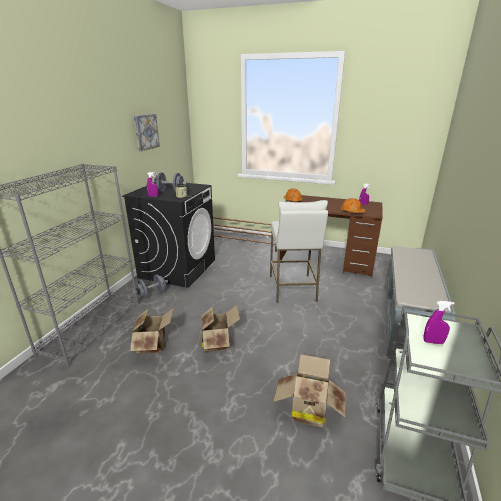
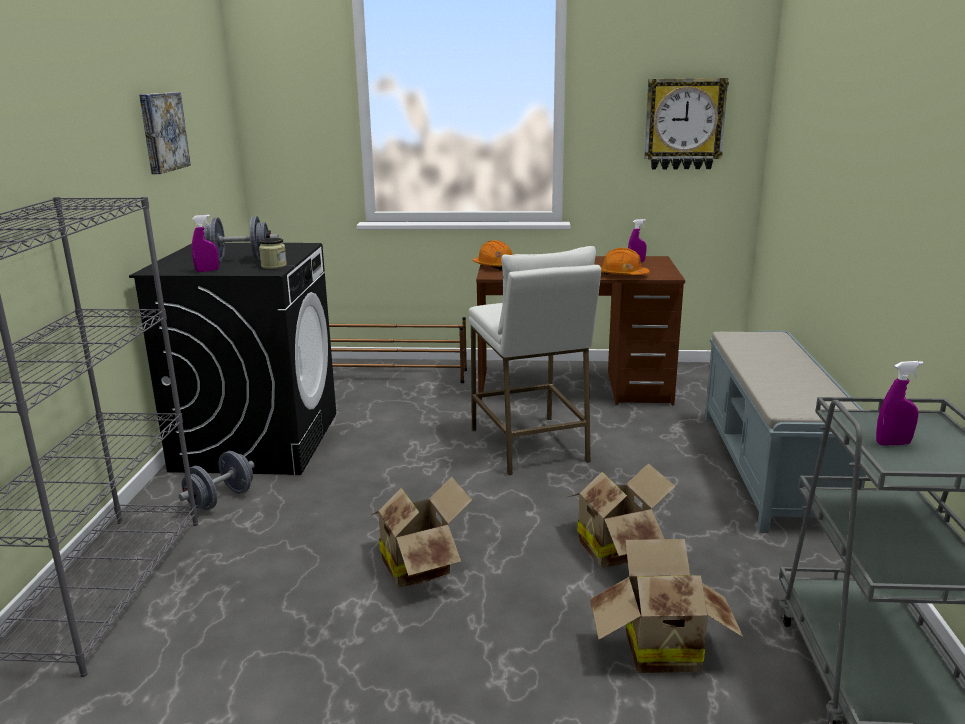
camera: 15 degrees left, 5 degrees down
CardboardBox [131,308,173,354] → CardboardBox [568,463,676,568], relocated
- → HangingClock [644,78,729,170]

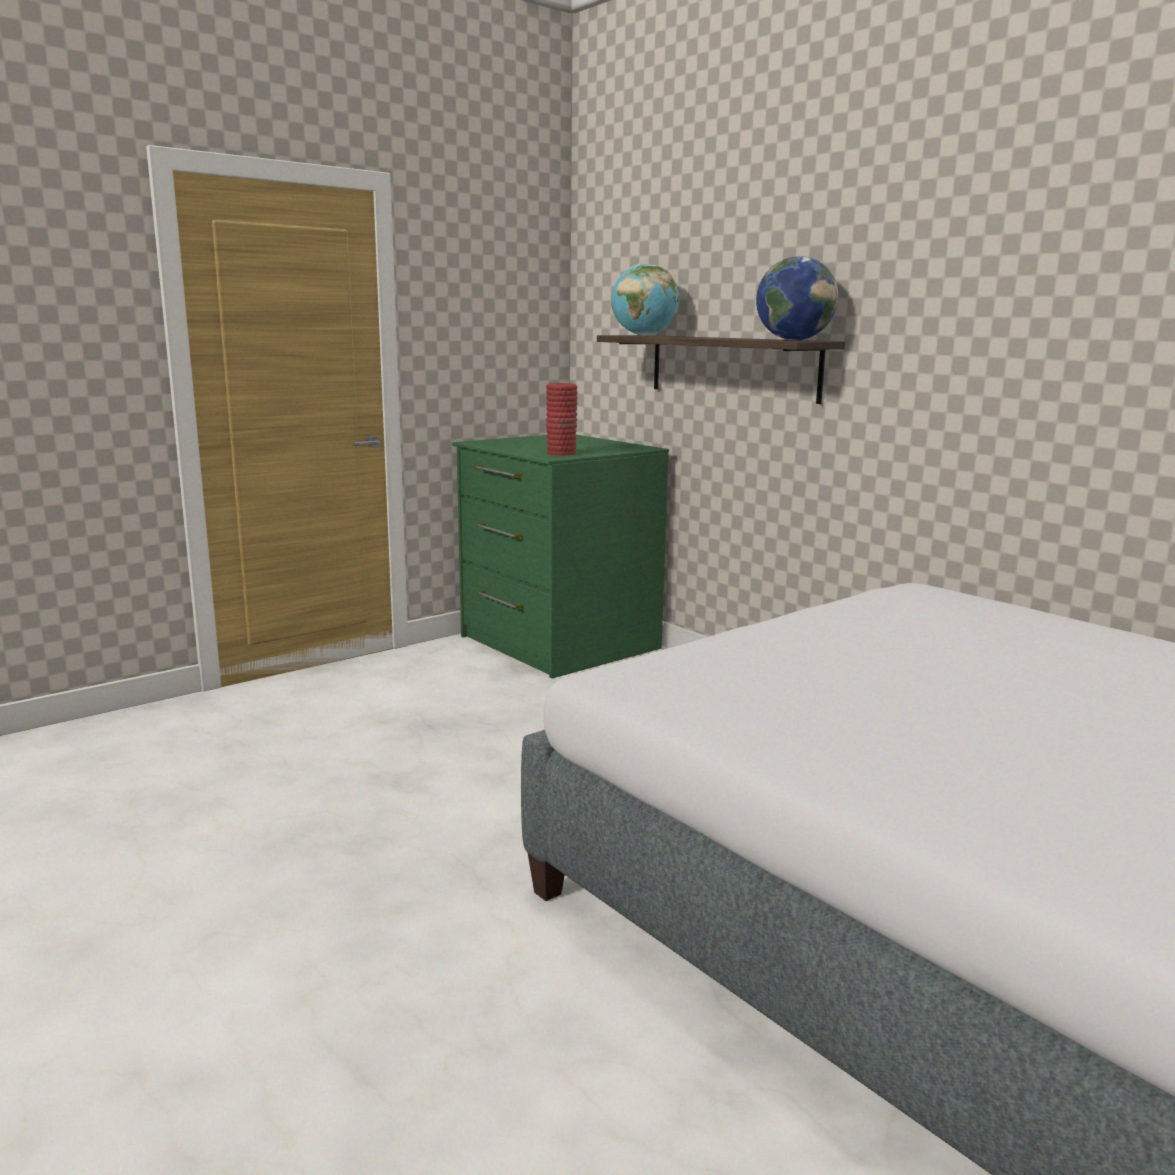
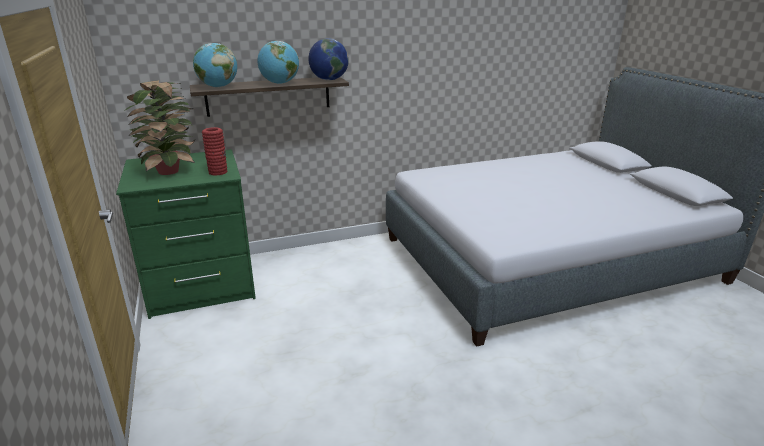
camera: 70 degrees left, 10 degrees up
- → PottedPlant [123,80,195,175]
- → DeskGlobe [257,41,299,84]

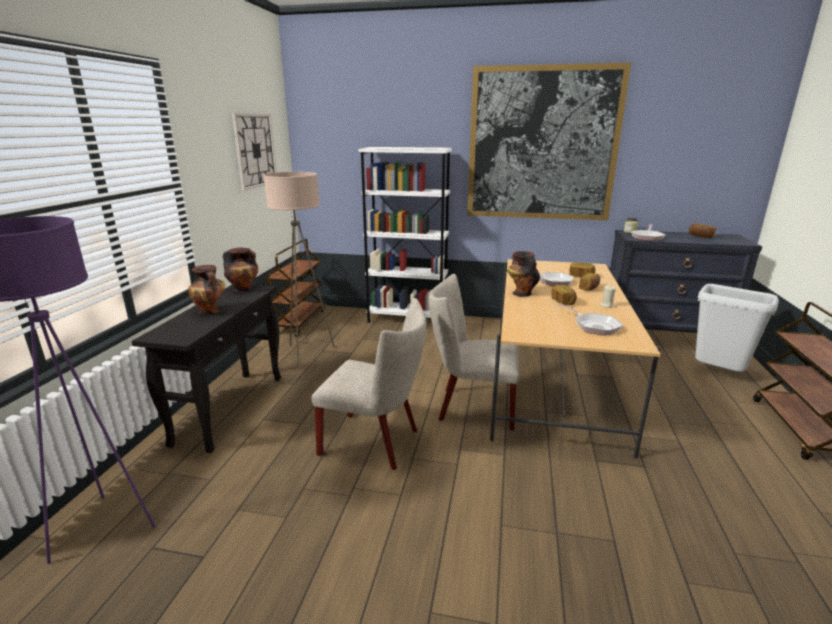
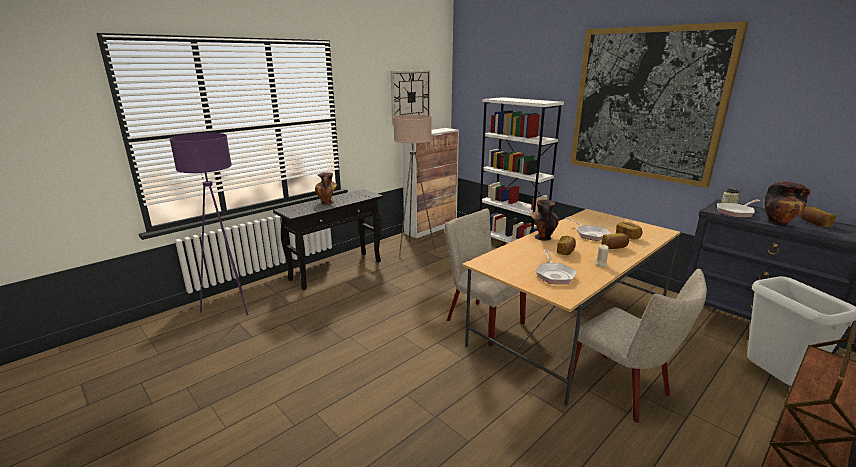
camera: 35 degrees right, 0 degrees up
FlowerVase [223,248,258,292] → FlowerVase [764,182,811,226], relocated
BrownColouredWheeledCart [264,239,325,337] → Cabinet [402,128,459,238]
BeigeColouredPlainChair [312,298,427,470] → BeigeColouredPlainChair [567,269,707,423], relocated

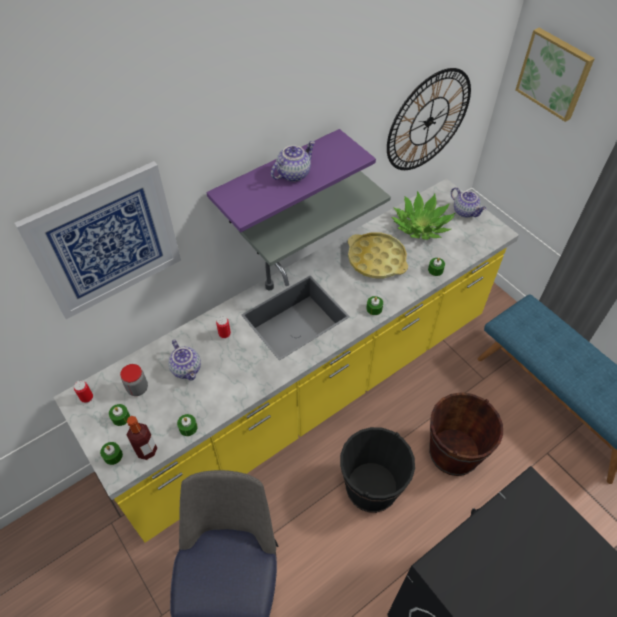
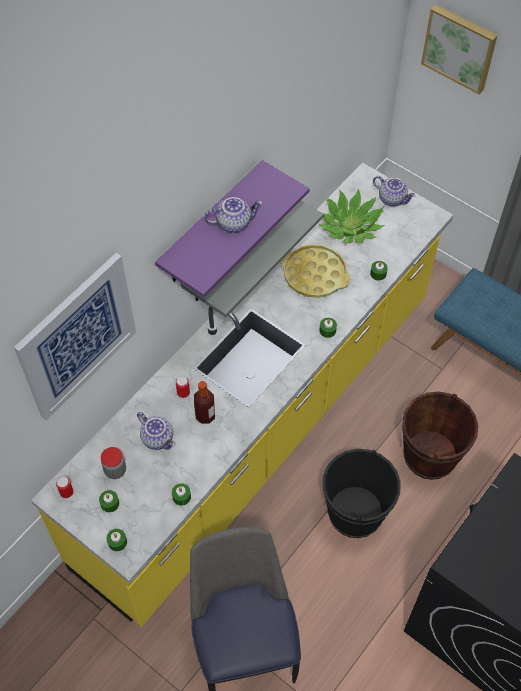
camera: 15 degrees left, 5 degrees up
BeverageBottle [127,416,157,460] → BeverageBottle [194,381,215,424], relocated
Teapot [271,141,315,182] → Teapot [205,197,262,233], 45 degrees clockwise
HangingClock [387,68,471,170] → -

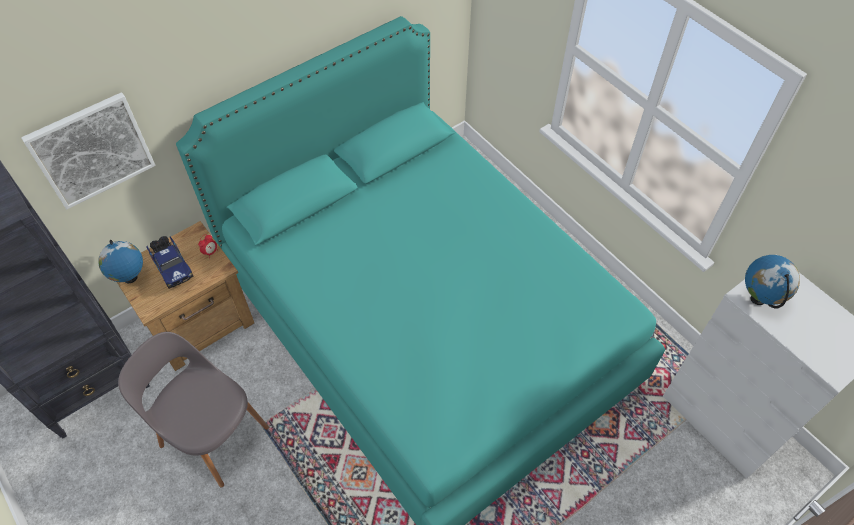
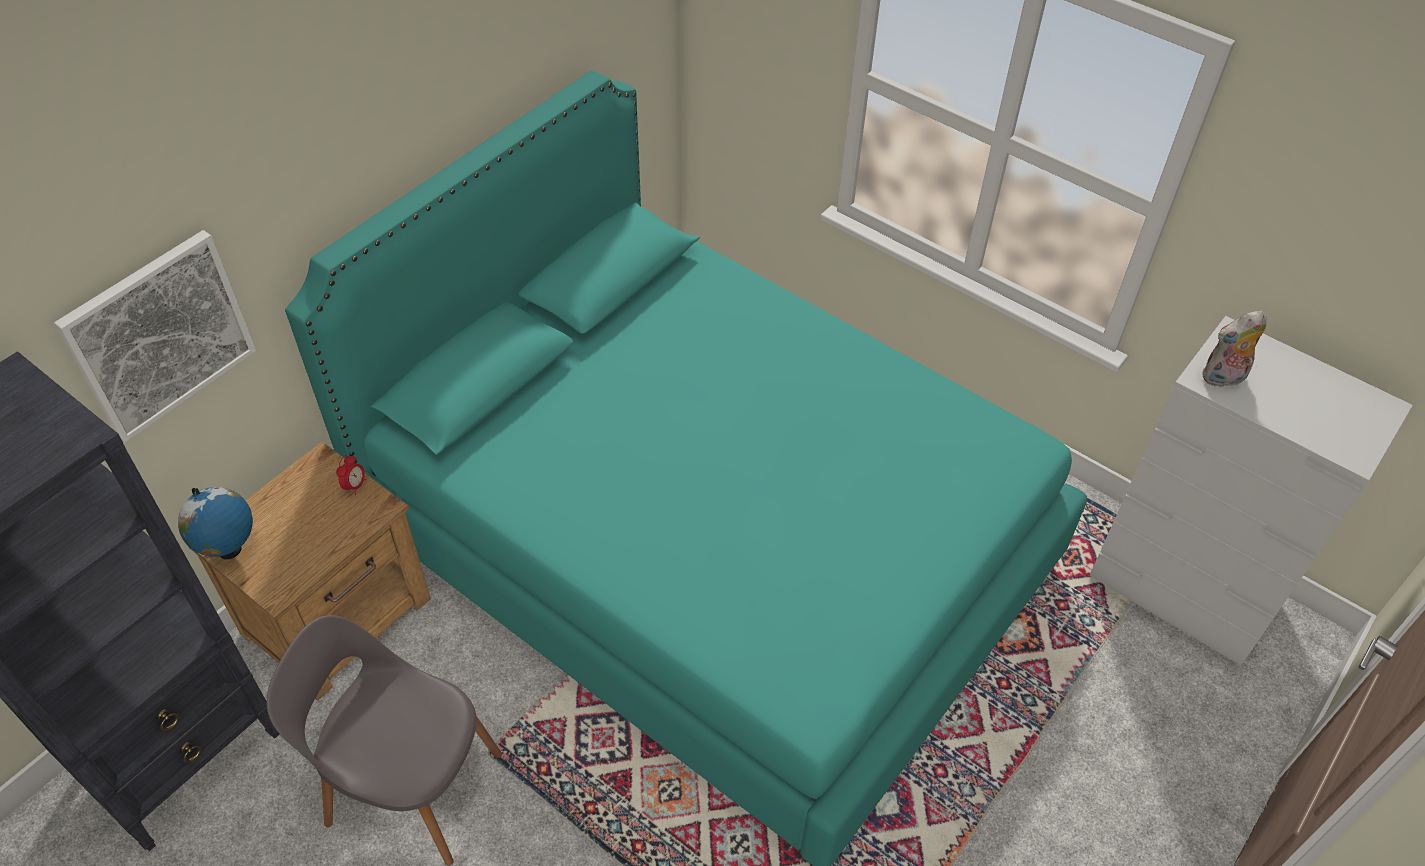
camera: 15 degrees left, 5 degrees down
ModelTruck [146,236,193,289] → -
DeskGlobe [745,255,800,308] → CuddlyToy [1202,311,1267,388]

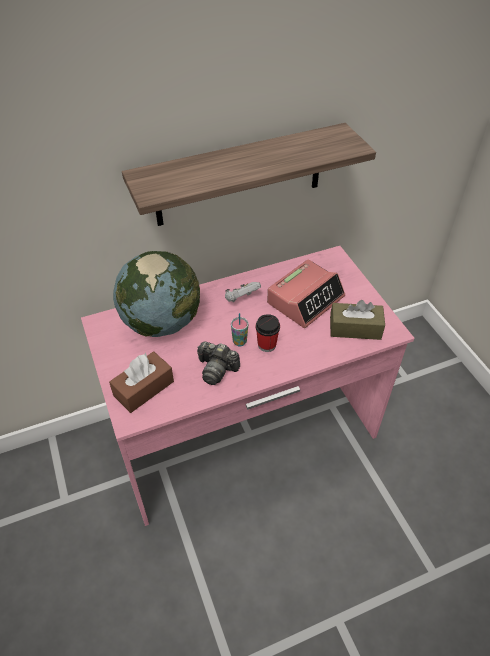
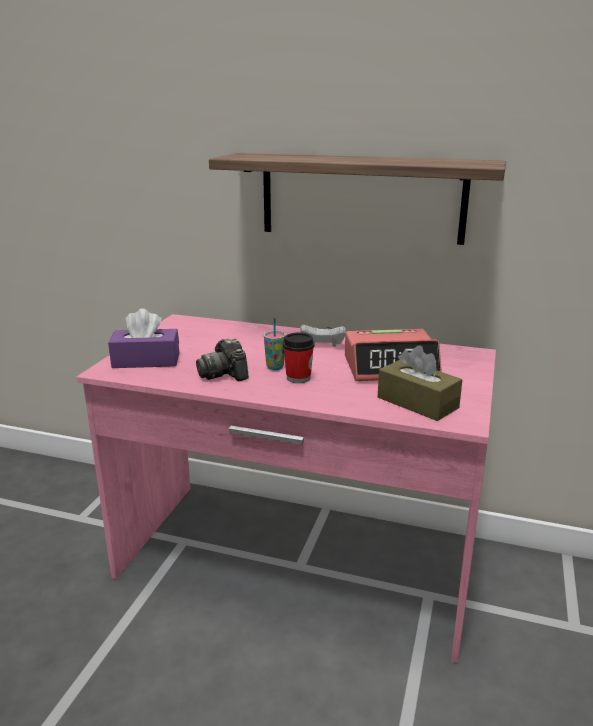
camera: 40 degrees right, 25 degrees down
BrownColouredTissueBox [109,351,174,413] → PurpleTissueBox [108,309,179,368]
DeskGlobe [113,251,200,337] → -

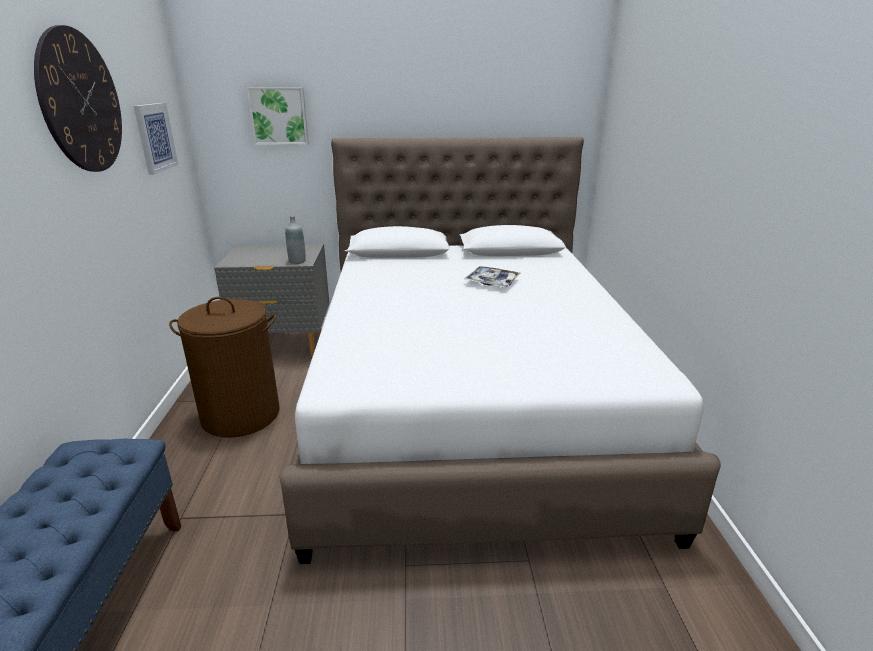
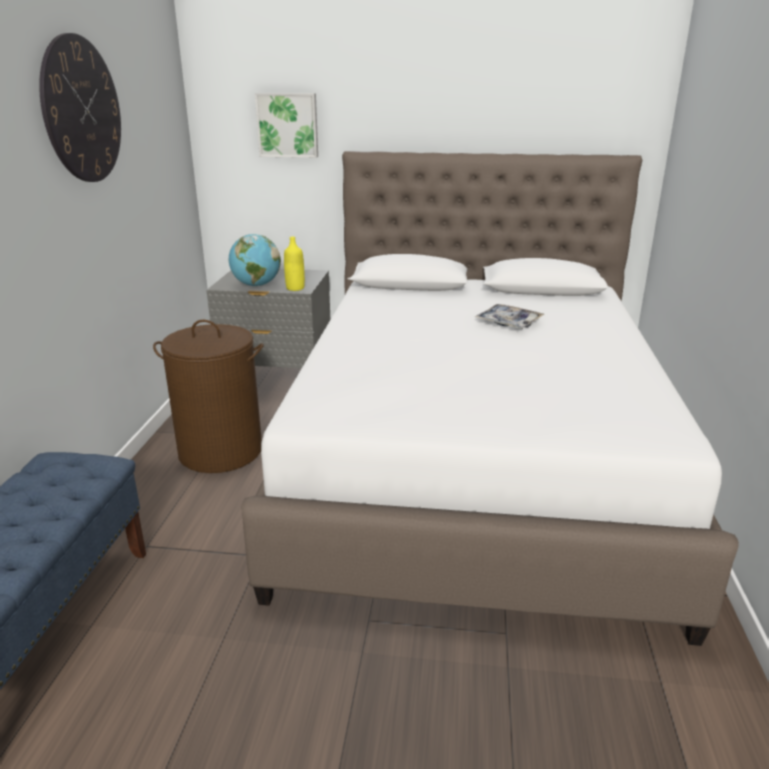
camera: 10 degrees right, 0 degrees up
Picture [134,103,178,175] → -
GreyishBeverageBottle [285,216,306,264] → YellowBeverageBottle [284,237,305,291]
- → DeskGlobe [229,234,281,286]

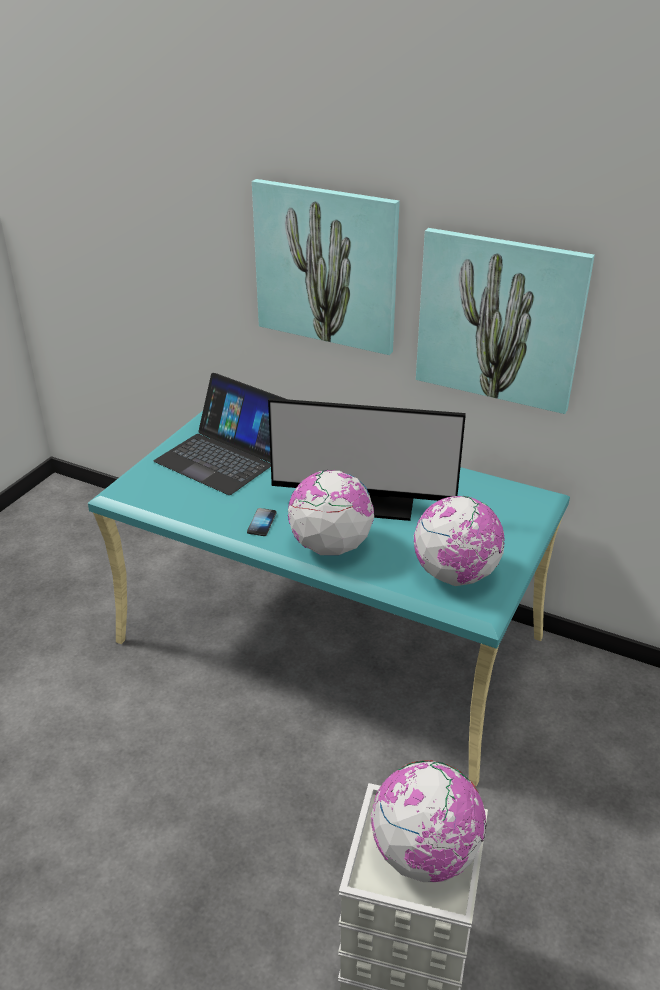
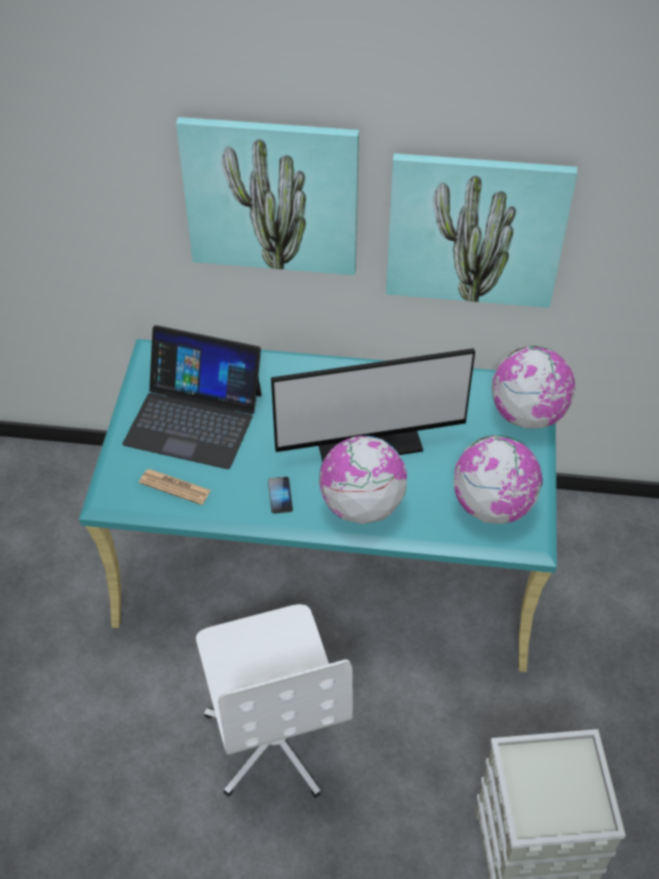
camera: 20 degrees left, 15 degrees up
DeskGlobe [371,760,486,882] → DeskGlobe [492,346,575,428], relocated
- → Newspaper [139,469,211,505]
- → WhitishComputerChair [196,604,353,798]

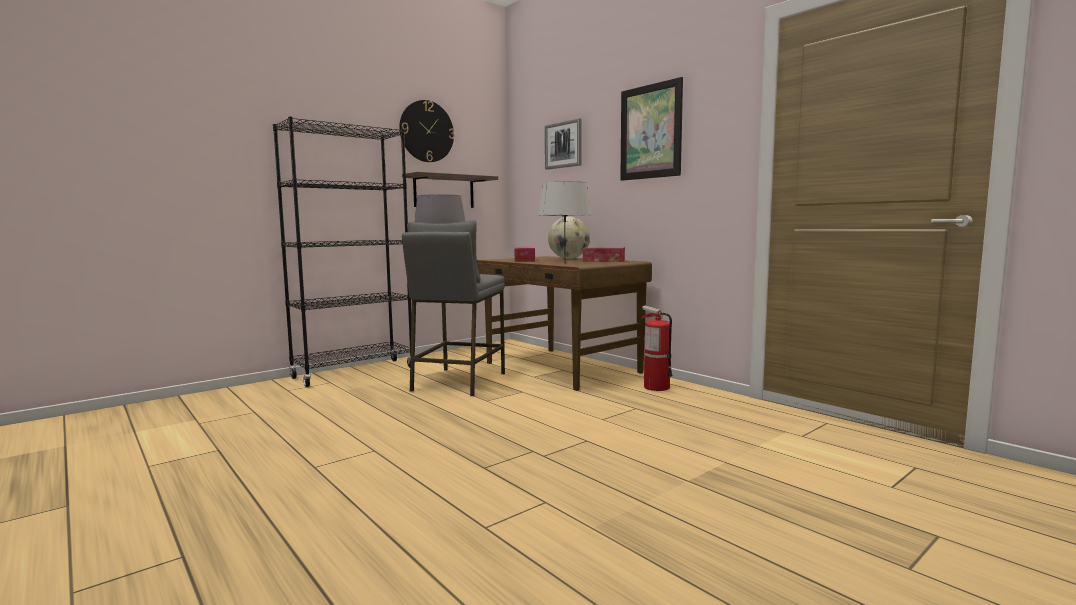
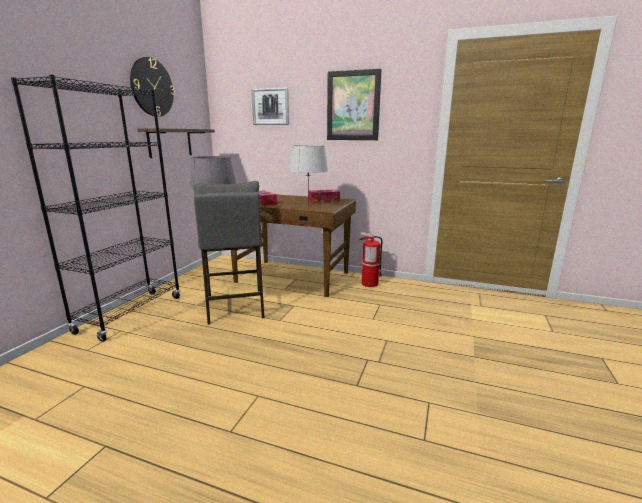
camera: 30 degrees left, 10 degrees up
DeskGlobe [548,217,590,259] → -

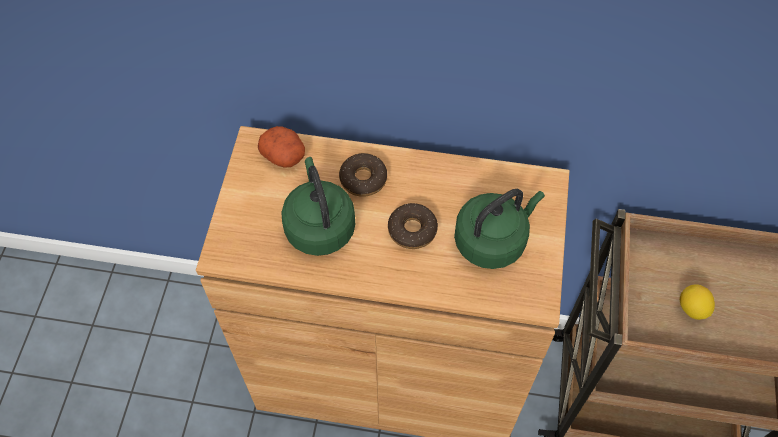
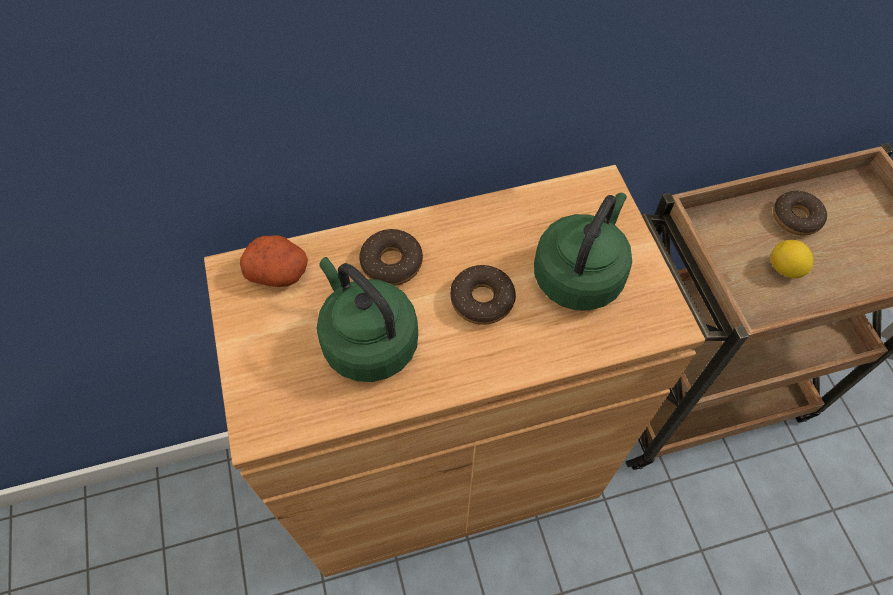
camera: 25 degrees left, 0 degrees up
- → RingDoughnut [773,191,827,235]

